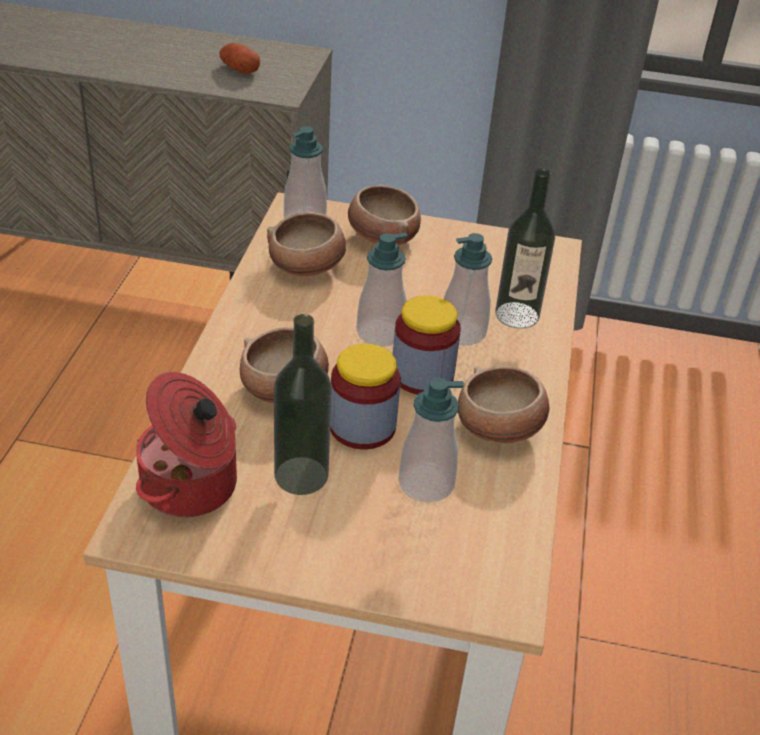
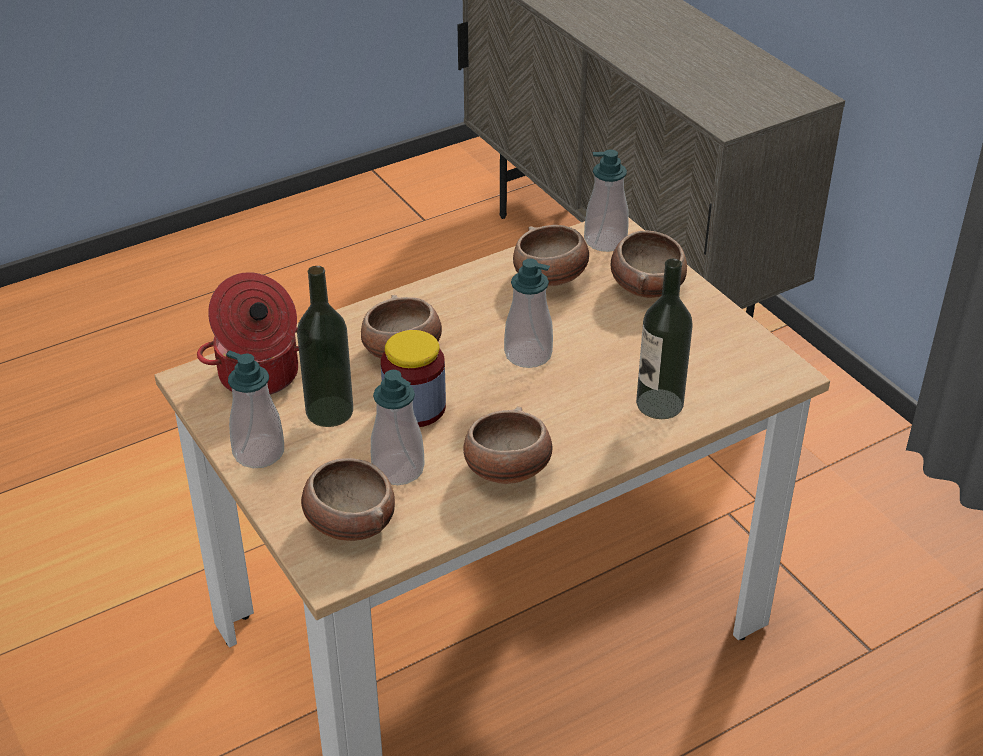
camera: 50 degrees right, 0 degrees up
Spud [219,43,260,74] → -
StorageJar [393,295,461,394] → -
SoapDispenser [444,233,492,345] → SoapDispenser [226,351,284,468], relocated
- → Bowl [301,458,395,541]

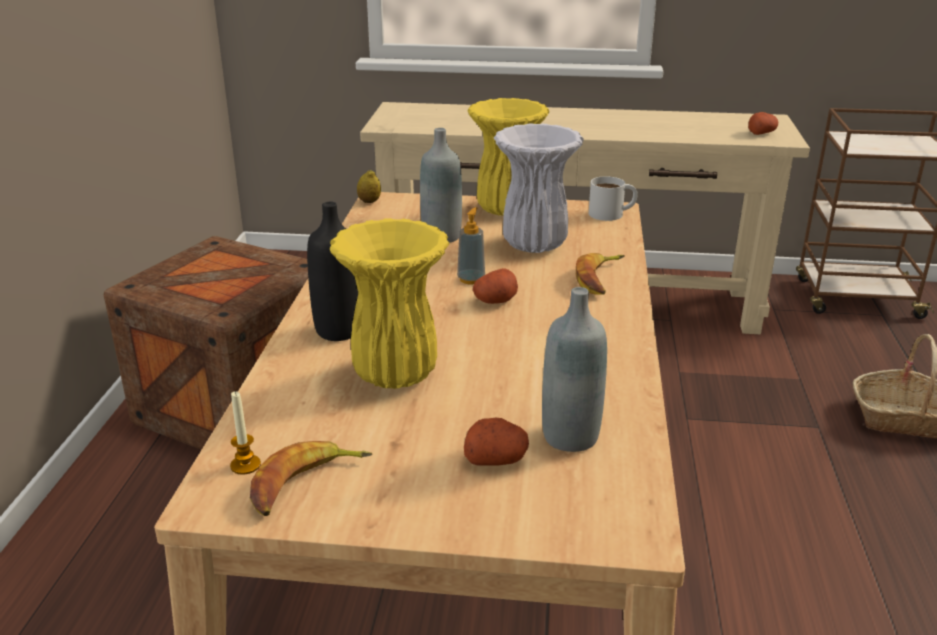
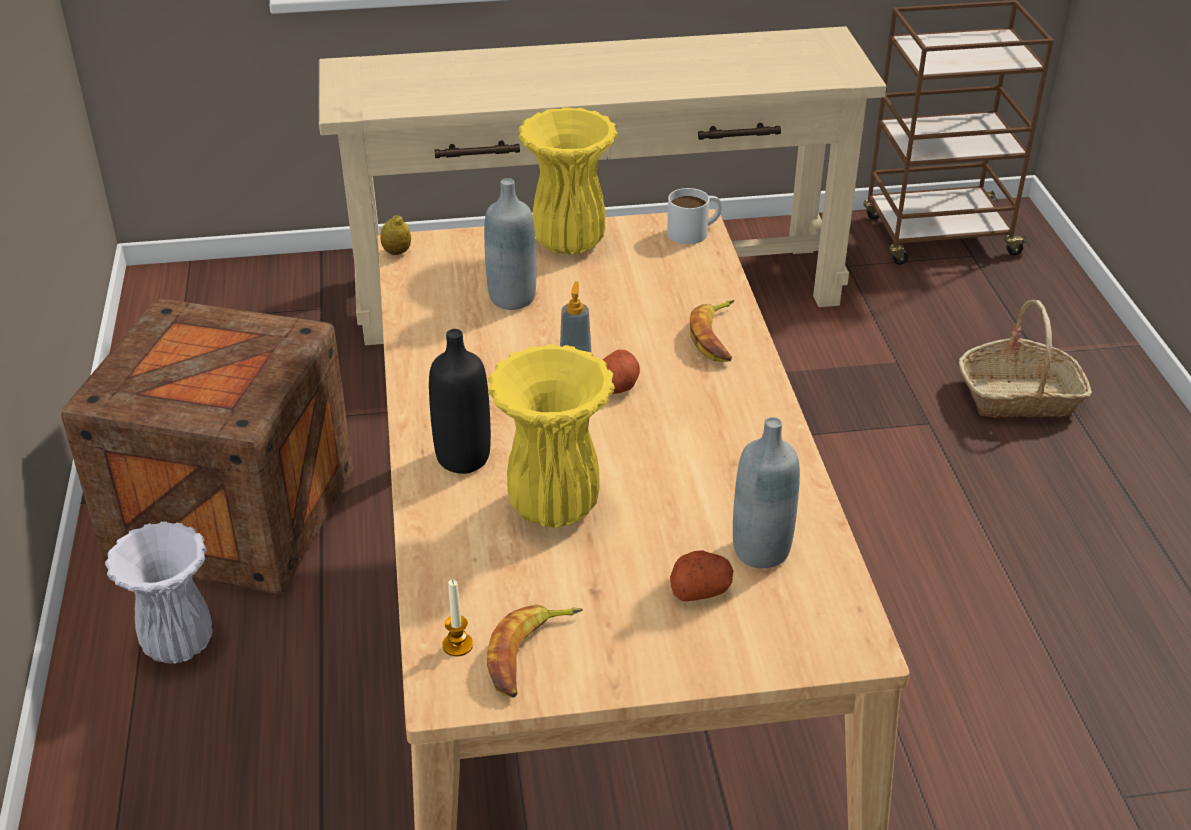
camera: 15 degrees left, 10 degrees up
WhitishFlowerVase [494,124,583,253] → WhitishFlowerVase [105,521,213,664], relocated
Spud [748,112,778,135] → -

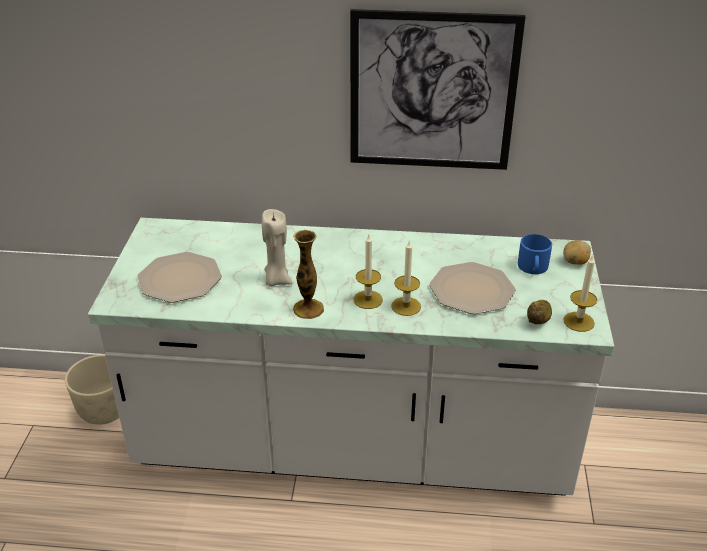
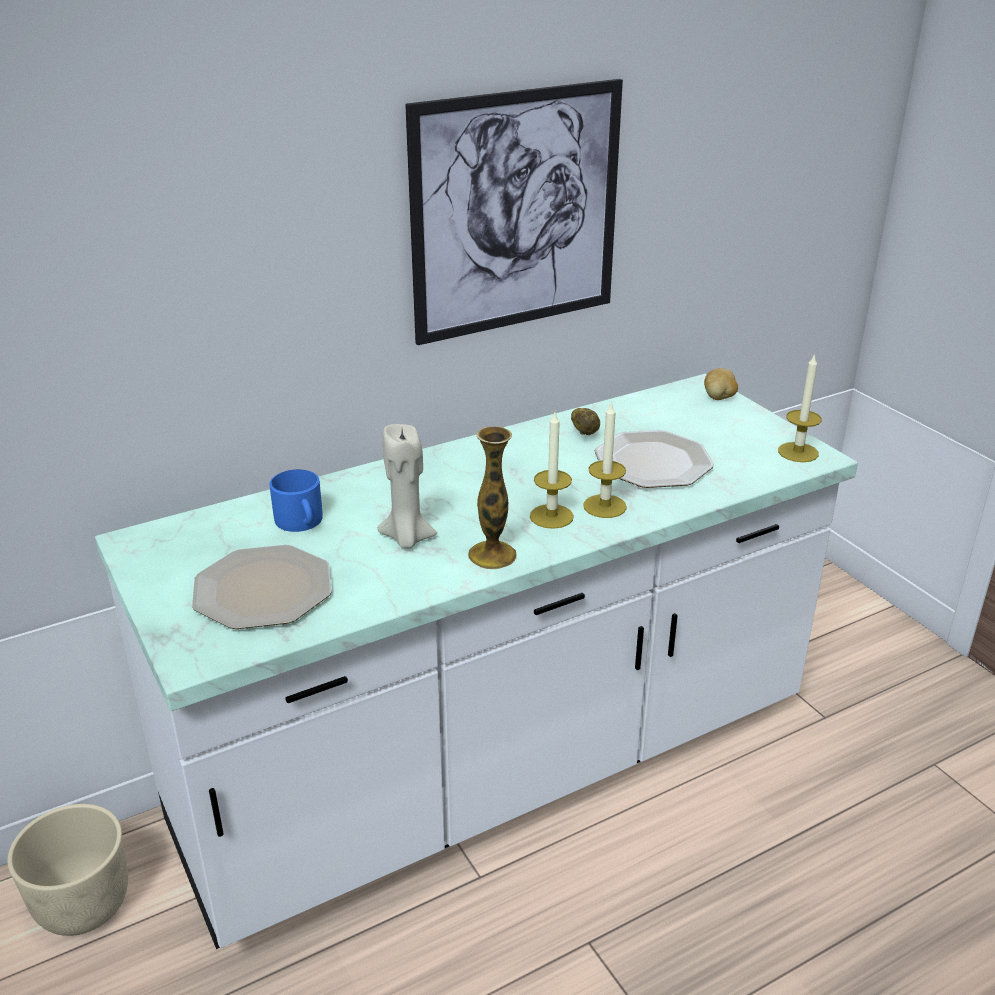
camera: 35 degrees left, 5 degrees down
BlueColouredMug [518,234,552,274] → BlueColouredMug [269,469,323,532], relocated
Spud [527,300,552,325] → Spud [571,408,600,435], relocated

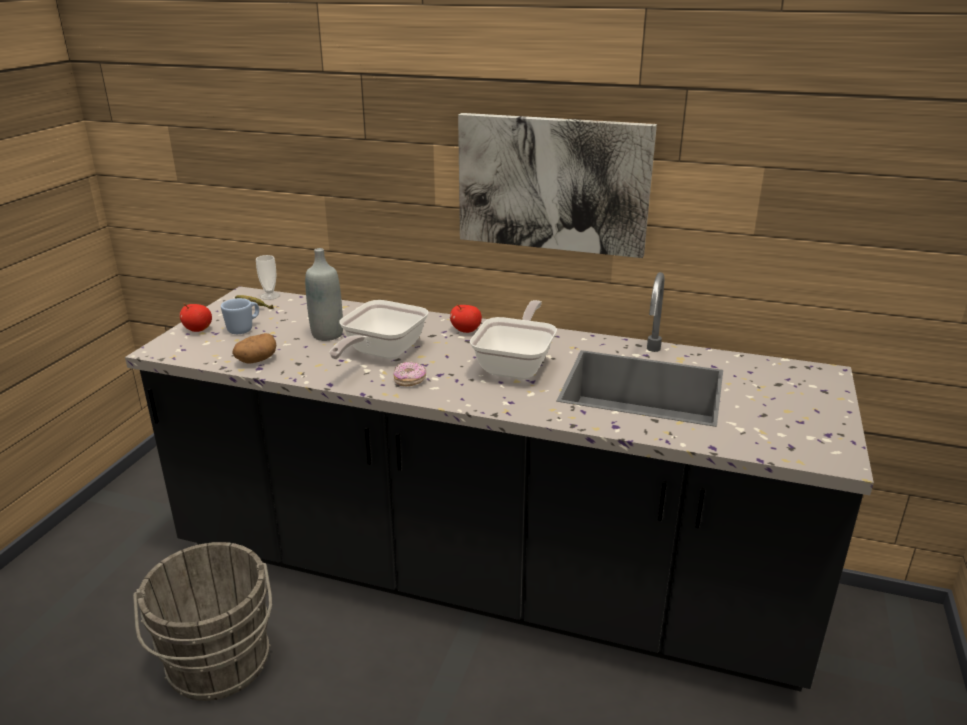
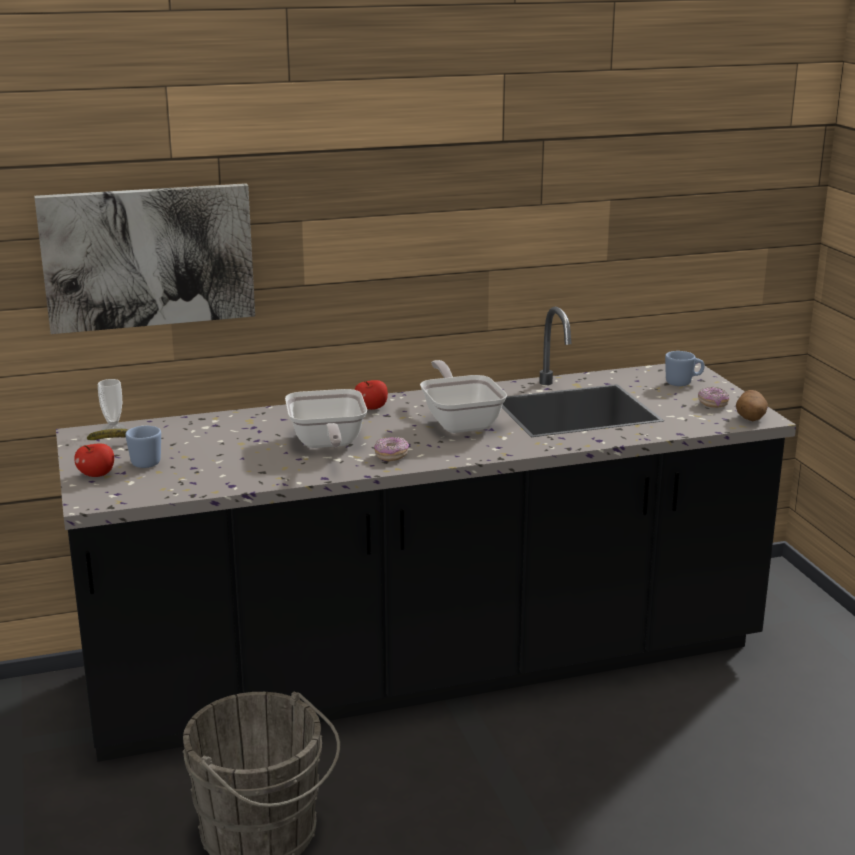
camera: 35 degrees left, 5 degrees down
Spud [232,333,276,364] → Spud [736,390,768,421], relocated
GreyishBeverageBottle [305,248,343,341] → -
Picture [458,113,657,258] → Picture [34,183,255,334], relocated
- → BlueColouredMug [665,351,705,386]
- → RingDoughnut [698,387,729,408]

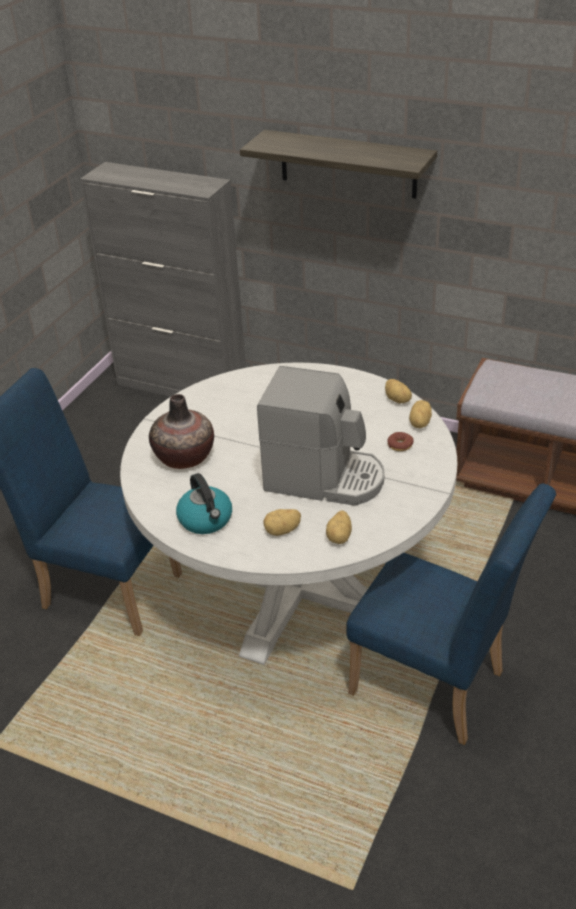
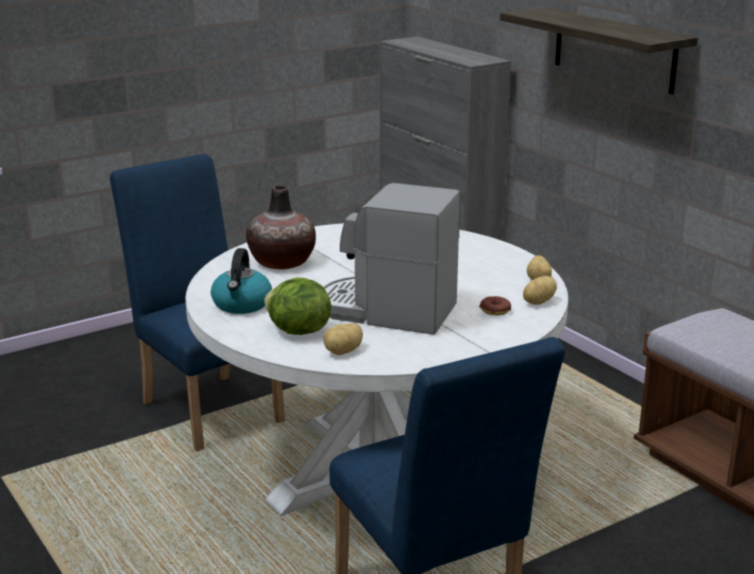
camera: 30 degrees right, 15 degrees down
CoffeeMachine [257,366,384,506] → CoffeeMachine [323,183,460,335], 150 degrees clockwise
Spud [263,509,301,536] → LettuceHead [264,277,331,335]

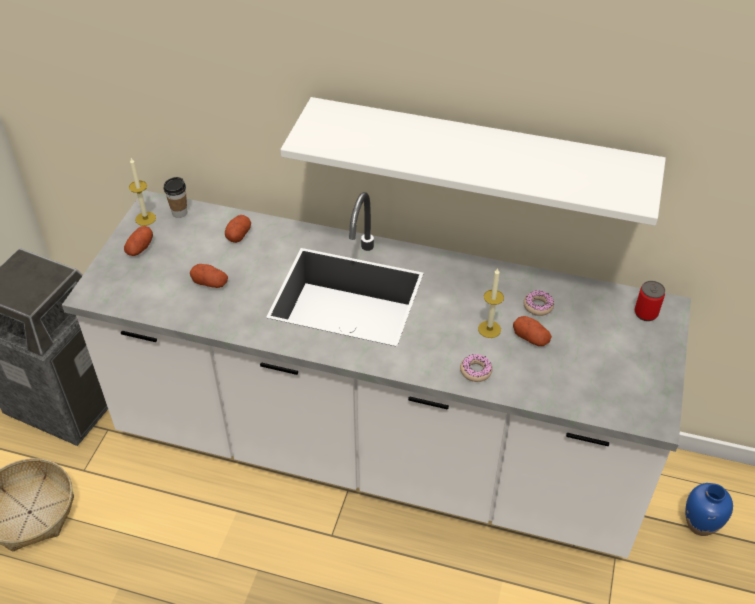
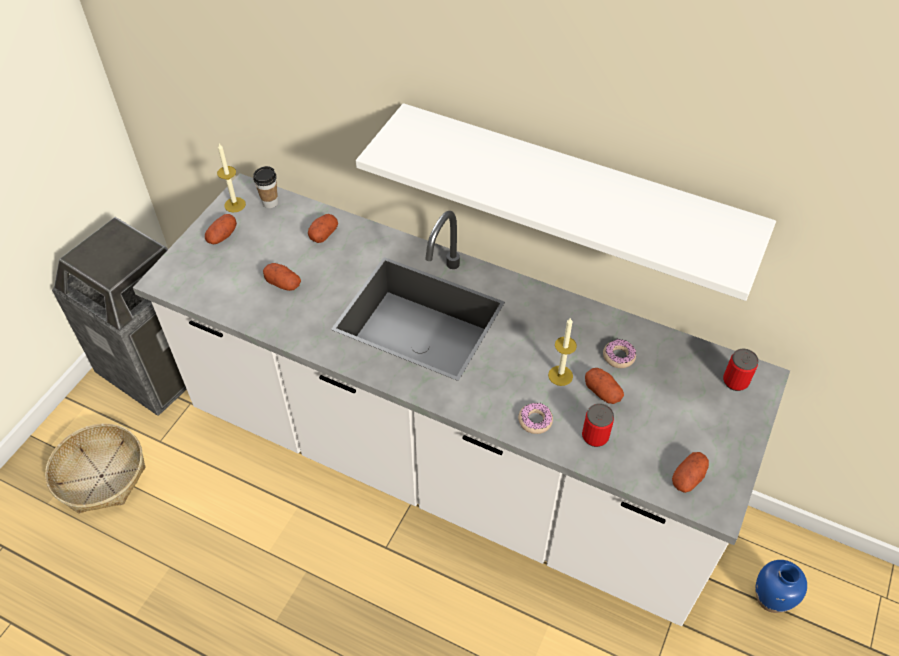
camera: 10 degrees right, 5 degrees up
- → Can [582,404,614,447]
- → Spud [672,452,709,493]

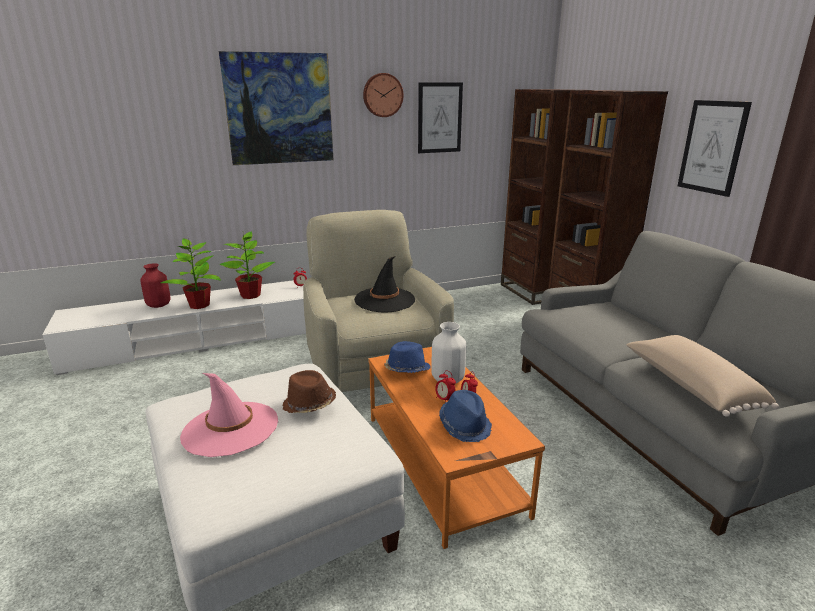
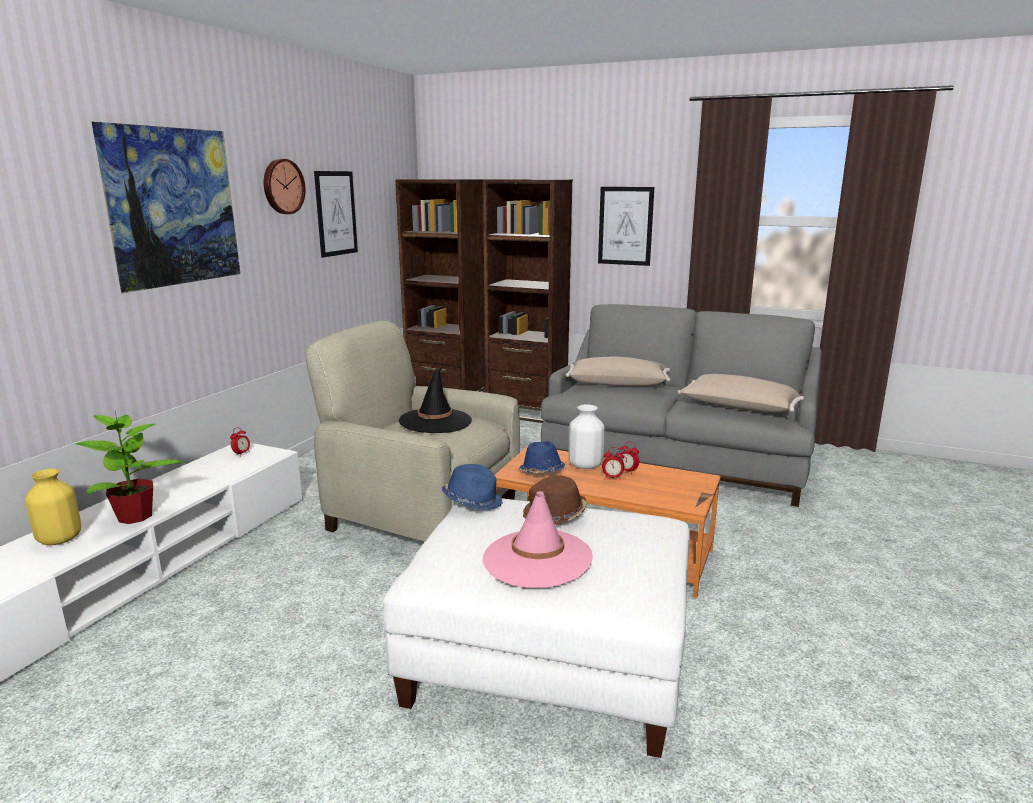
camera: 45 degrees left, 5 degrees down
RedColouredFlowerVase [140,263,171,308] → YellowFlowerVase [25,469,81,545]
PottedPlant [220,231,275,299] → -
BlueColouredClothingHat [439,390,492,442] → BlueColouredClothingHat [442,464,503,510], relocated
- → BeigeColouredCushion [566,357,670,386]

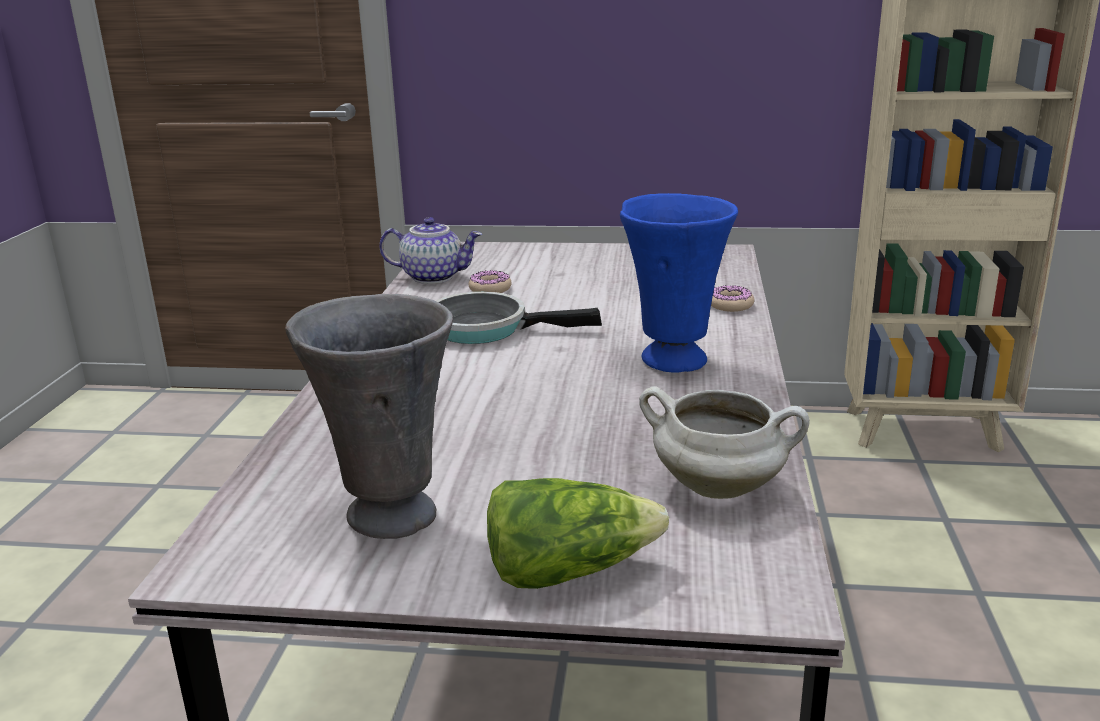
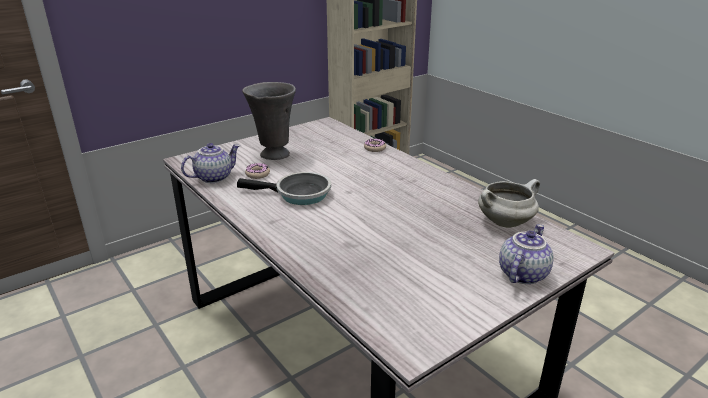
camera: 45 degrees left, 5 degrees up
GreyishFlowerVase [285,294,453,539] → GreyishFlowerVase [242,82,296,160], relocated
Skillet [436,292,602,344] → Skillet [237,172,331,205], 135 degrees counterclockwise
LettuceHead [487,478,669,589] → Teapot [499,224,554,284]
BlueColouredFlowerVase [620,193,738,373] → -

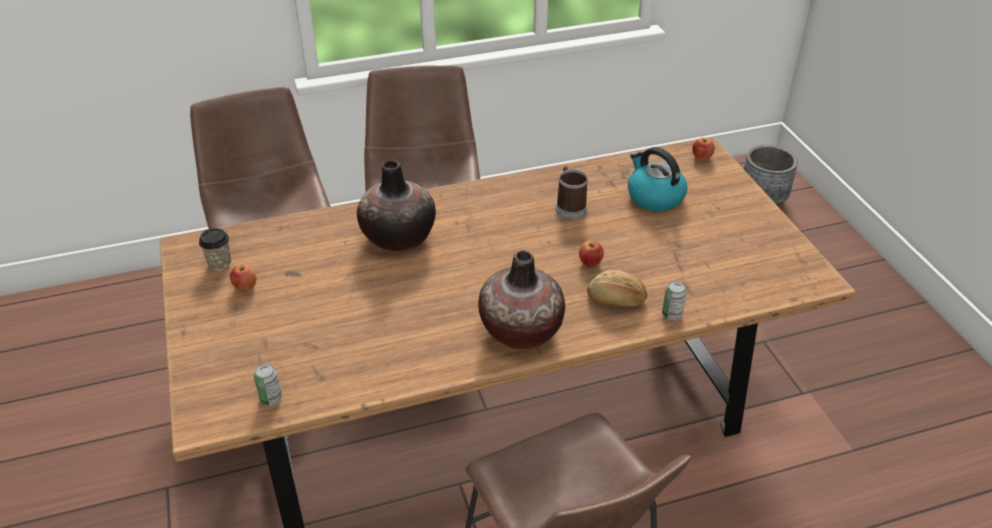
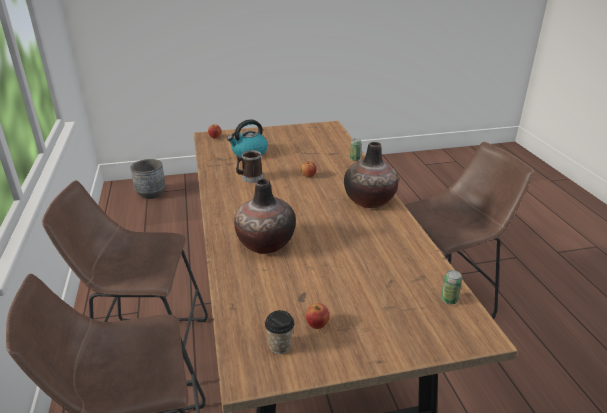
camera: 85 degrees left, 10 degrees down
BakedBread [587,270,647,307] → -

